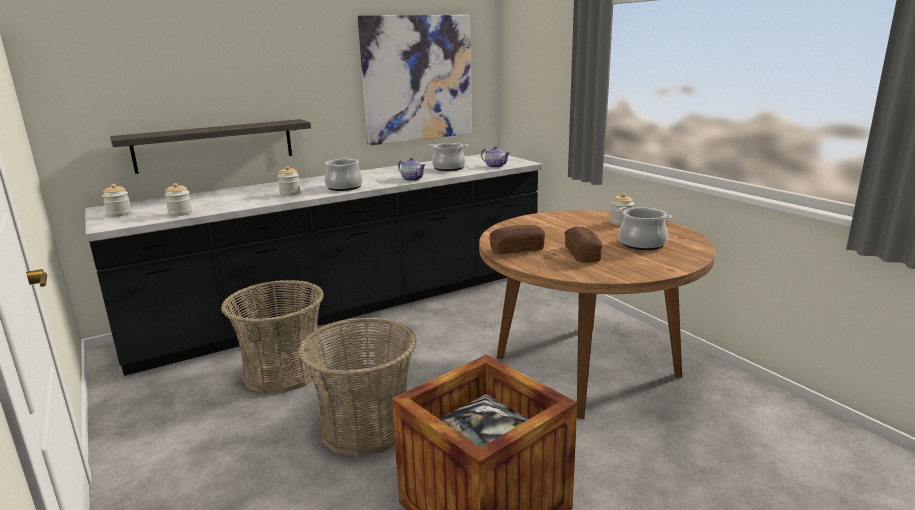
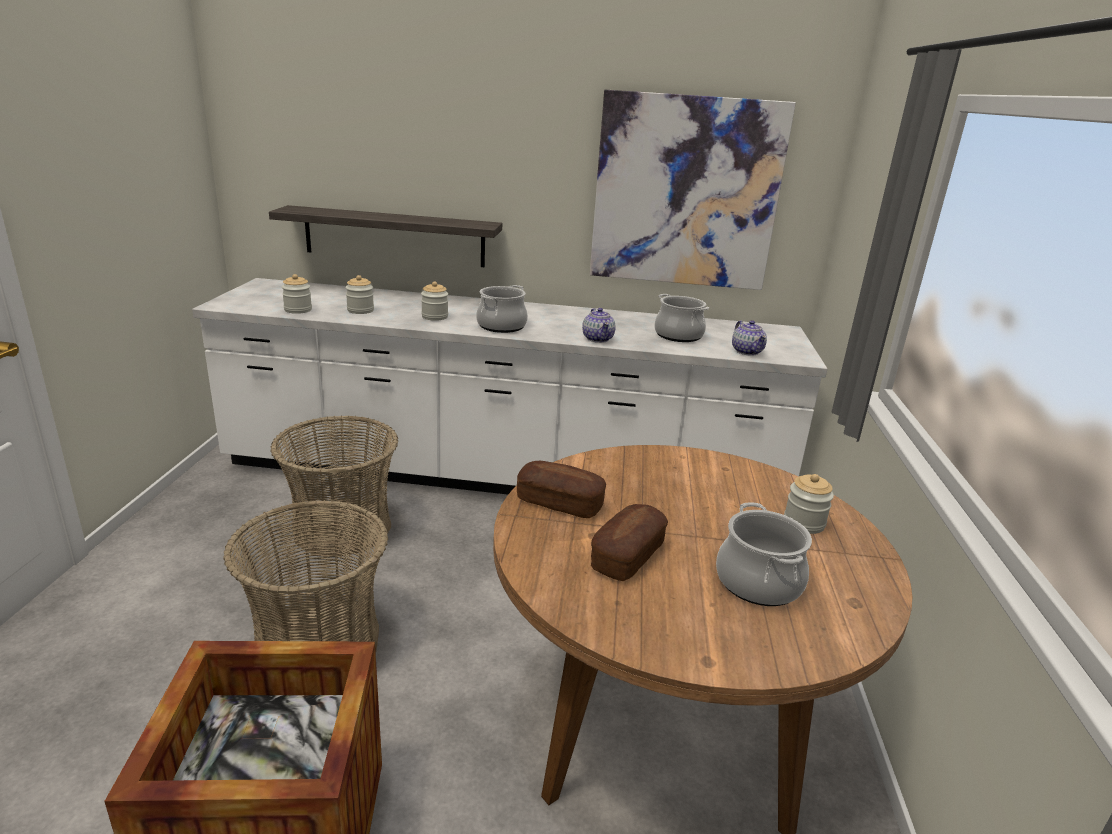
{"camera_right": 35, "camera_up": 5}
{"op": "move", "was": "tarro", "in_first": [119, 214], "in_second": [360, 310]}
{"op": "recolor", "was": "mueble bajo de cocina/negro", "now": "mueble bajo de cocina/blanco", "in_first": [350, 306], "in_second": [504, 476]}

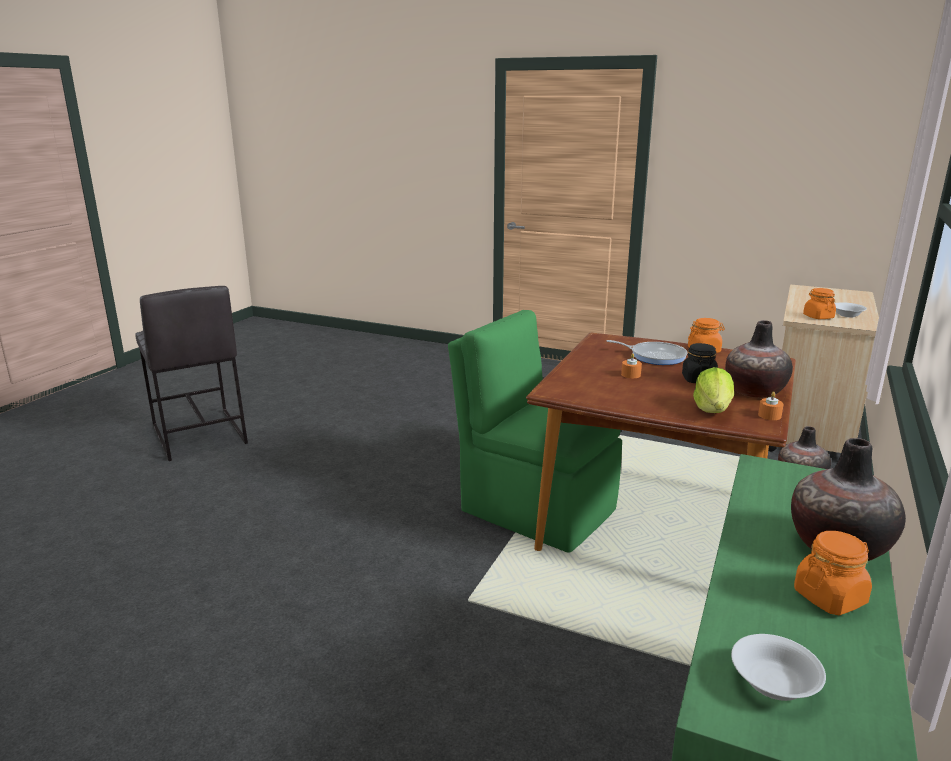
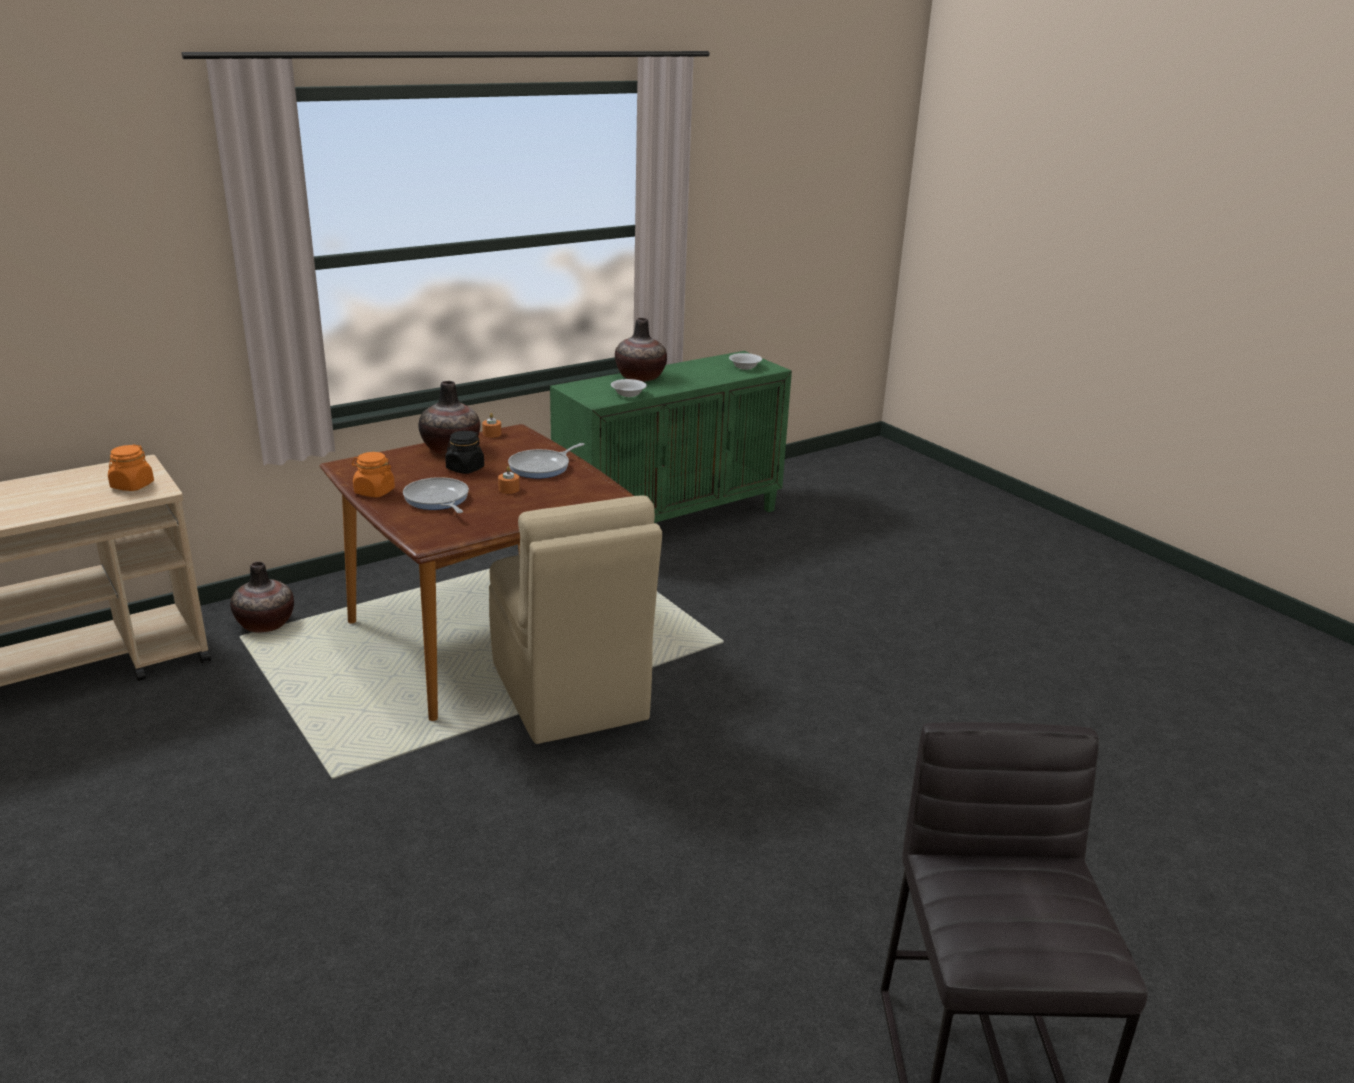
{"camera_right": -150, "camera_up": 5}
{"op": "delete", "was": "lechuga", "in_first": [712, 409]}
{"op": "delete", "was": "tarro/naranja", "in_first": [829, 597]}
{"op": "insert", "now": "sartén", "in_second": [542, 467]}
{"op": "move", "was": "cuenco/blanco", "in_first": [847, 315], "in_second": [628, 394]}
{"op": "recolor", "was": "silla/verde", "now": "silla/beis", "in_first": [535, 509], "in_second": [569, 694]}

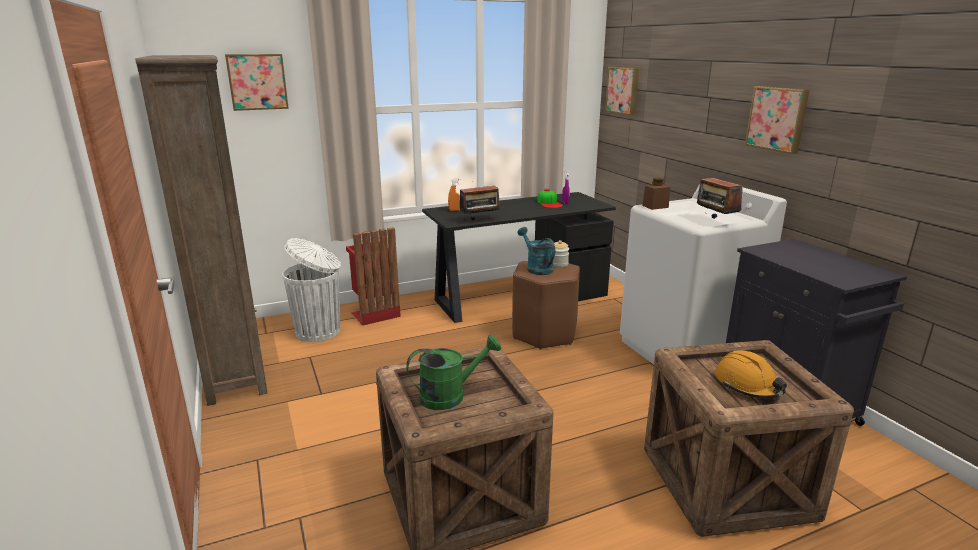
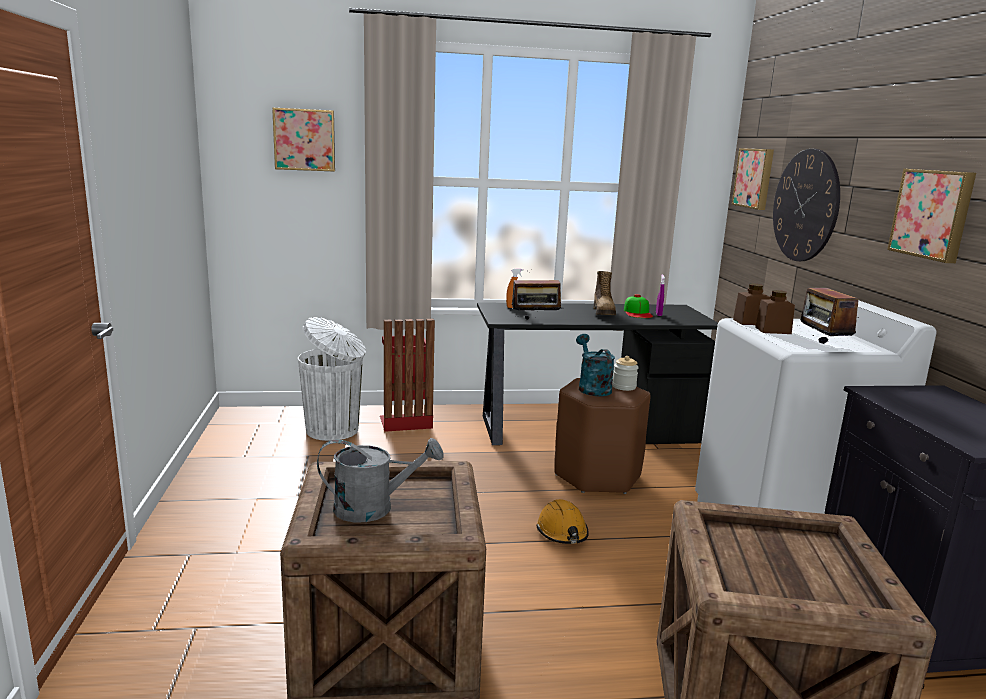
{"camera_right": 15, "camera_up": -5}
{"op": "delete", "was": "estantería/marrón", "in_first": [235, 365]}
{"op": "insert", "now": "bota", "in_second": [604, 312]}
{"op": "insert", "now": "tarro/marrón", "in_second": [773, 330]}
{"op": "insert", "now": "reloj de pared", "in_second": [805, 205]}
{"op": "move", "was": "casco/naranja", "in_first": [748, 385], "in_second": [562, 532]}
{"op": "recolor", "was": "regadera/verde", "now": "regadera/gris", "in_first": [450, 395], "in_second": [374, 508]}

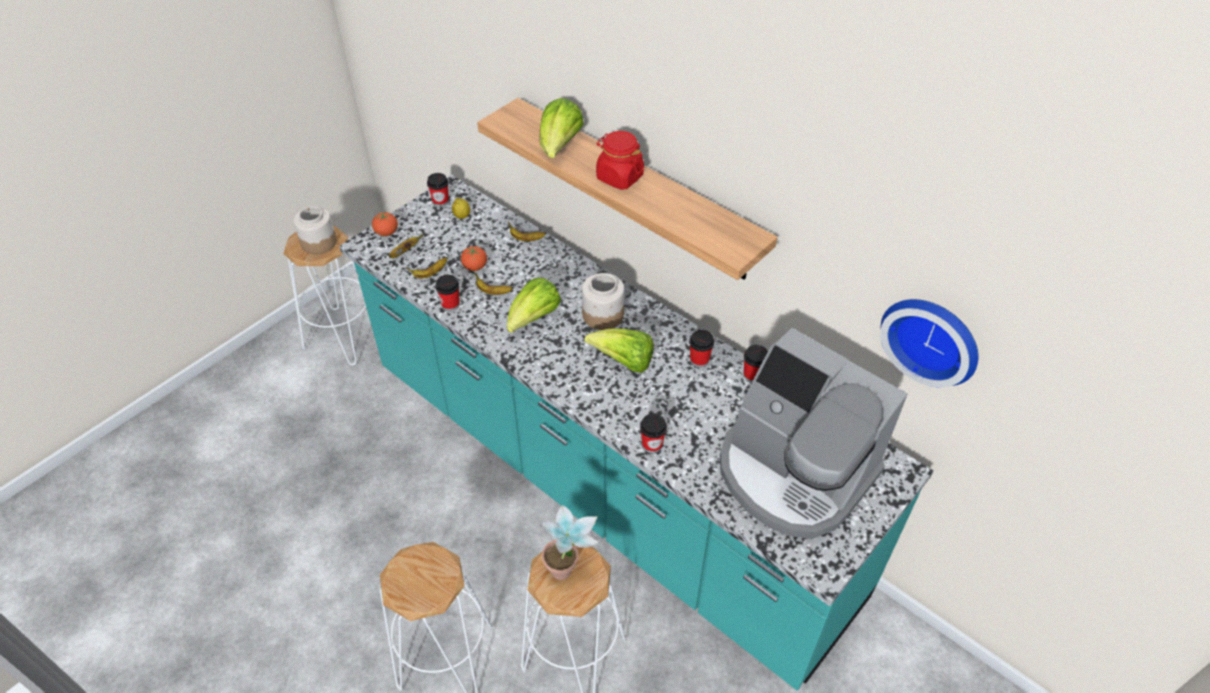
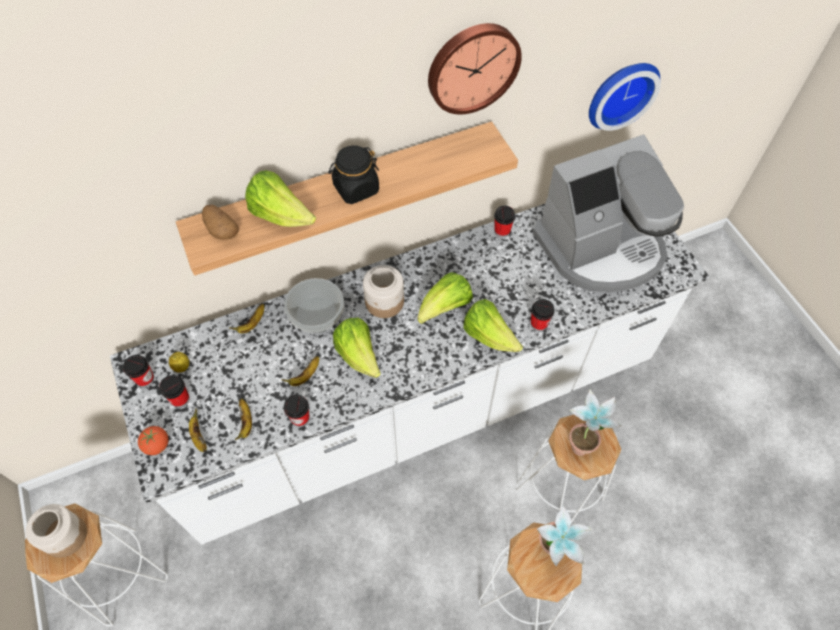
{"camera_right": -65, "camera_up": 10}
{"op": "delete", "was": "tomate", "in_first": [475, 267]}
{"op": "insert", "now": "patata", "in_second": [221, 230]}
{"op": "insert", "now": "cuenco", "in_second": [317, 314]}
{"op": "insert", "now": "reloj de pared", "in_second": [472, 67]}
{"op": "insert", "now": "lechuga", "in_second": [489, 336]}
{"op": "insert", "now": "planta en maceta", "in_second": [551, 553]}
{"op": "move", "was": "taza", "in_first": [699, 360], "in_second": [180, 399]}
{"op": "recolor", "was": "mueble bajo de cocina/turquesa", "now": "mueble bajo de cocina/blanco", "in_first": [605, 481], "in_second": [420, 407]}
{"op": "recolor", "was": "tarro/rojo", "now": "tarro/negro", "in_first": [619, 177], "in_second": [356, 189]}

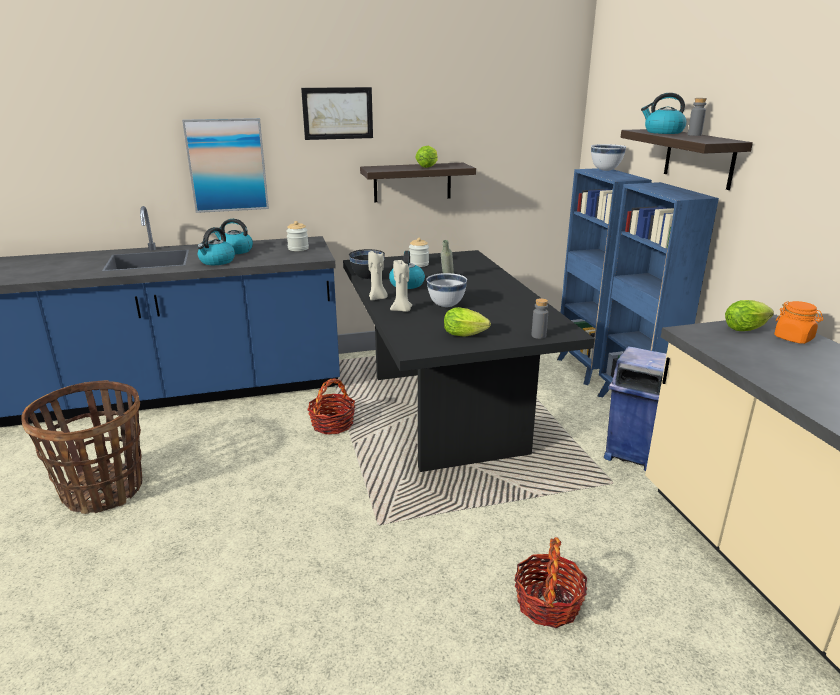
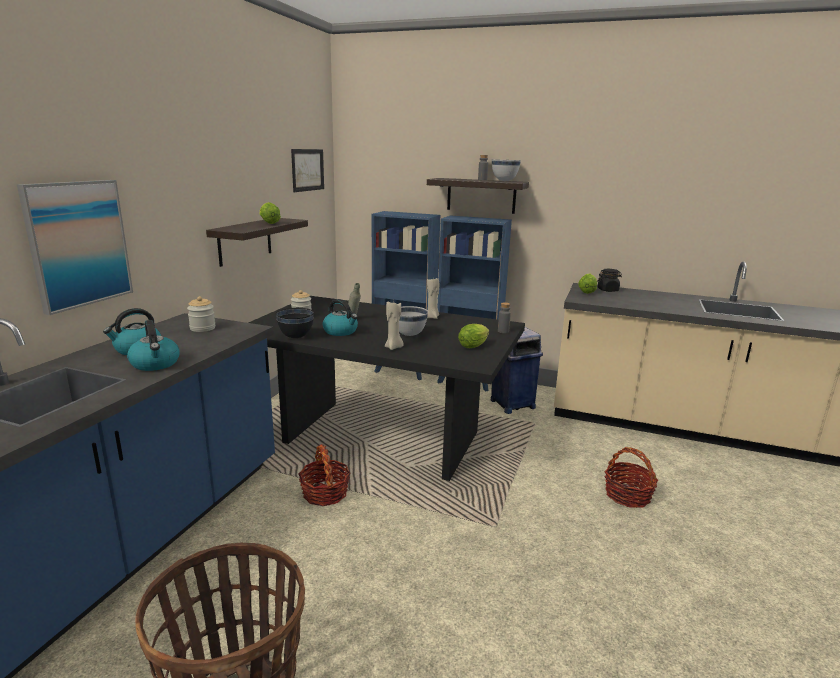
{"camera_right": -55, "camera_up": -5}
{"op": "delete", "was": "hervidor", "in_first": [663, 132]}
{"op": "move", "was": "cuadro", "in_first": [338, 113], "in_second": [307, 170]}
{"op": "move", "was": "vela/beis", "in_first": [377, 298], "in_second": [432, 317]}
{"op": "move", "was": "cuenco/blanco", "in_first": [605, 170], "in_second": [504, 181]}
{"op": "recolor", "was": "tarro/naranja", "now": "tarro/negro", "in_first": [794, 338], "in_second": [608, 290]}

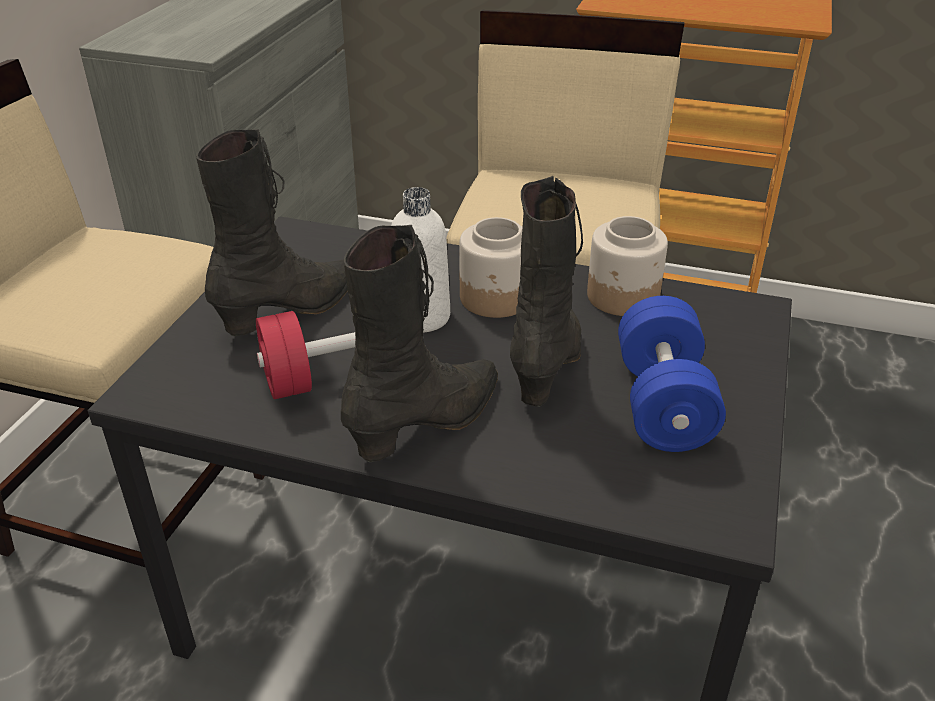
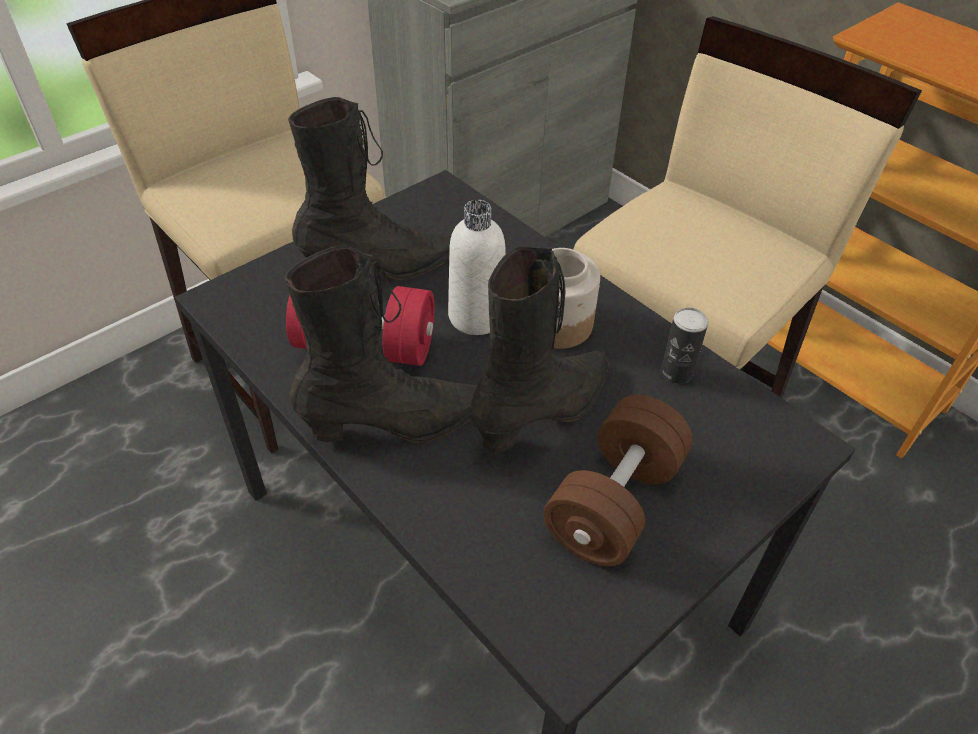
{"camera_right": 30, "camera_up": 10}
{"op": "replace", "was": "tarro", "now": "lata", "in_first": [623, 297], "in_second": [676, 372]}
{"op": "recolor", "was": "mancuerna/azul", "now": "mancuerna/marrón", "in_first": [663, 403], "in_second": [614, 502]}

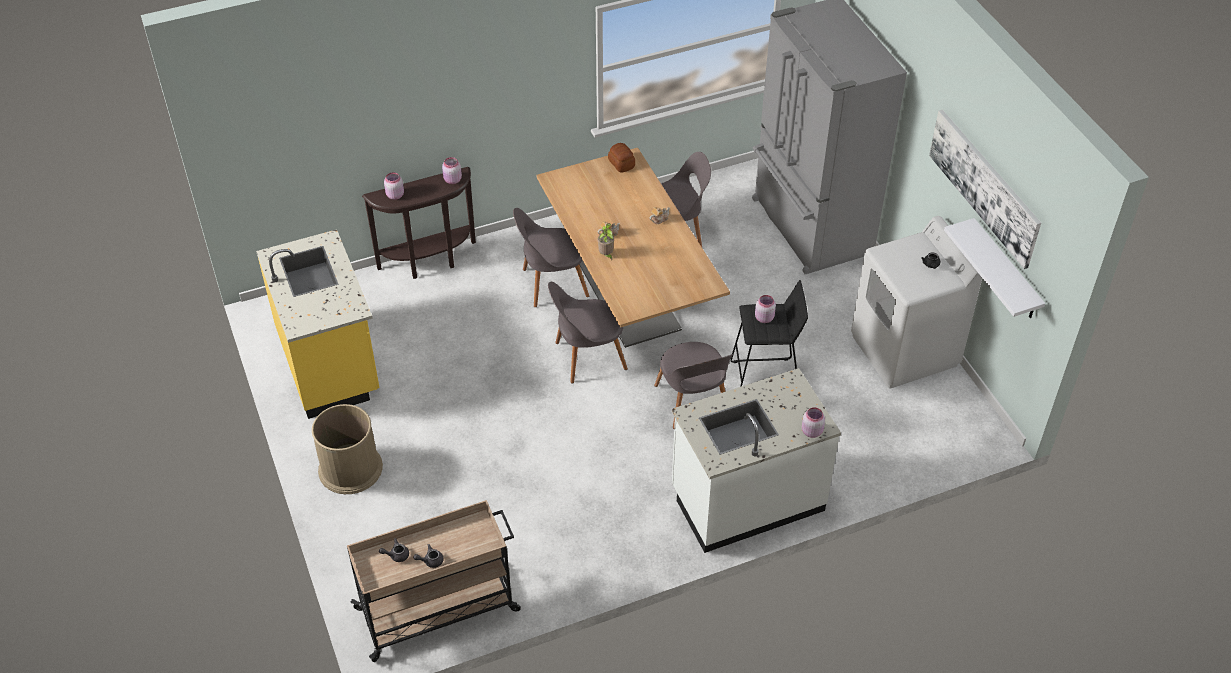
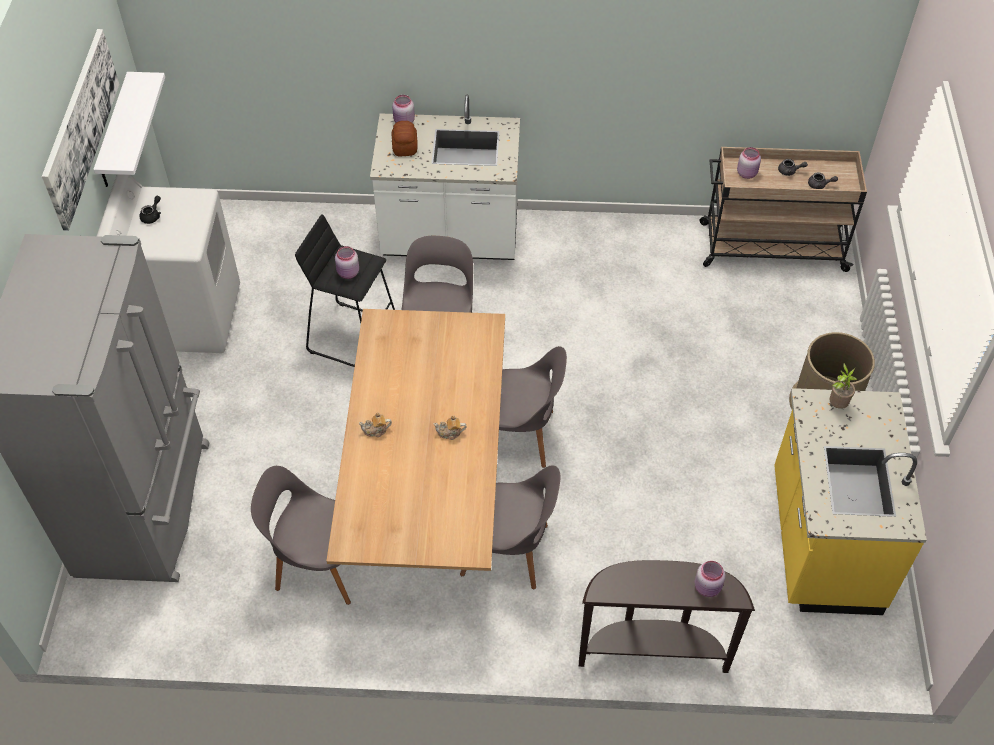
{"camera_right": -155, "camera_up": 5}
{"op": "move", "was": "tarro/rosa", "in_first": [452, 180], "in_second": [747, 173]}
{"op": "move", "was": "planta en maceta", "in_first": [606, 255], "in_second": [837, 404]}
{"op": "move", "was": "pan", "in_first": [621, 163], "in_second": [404, 146]}

